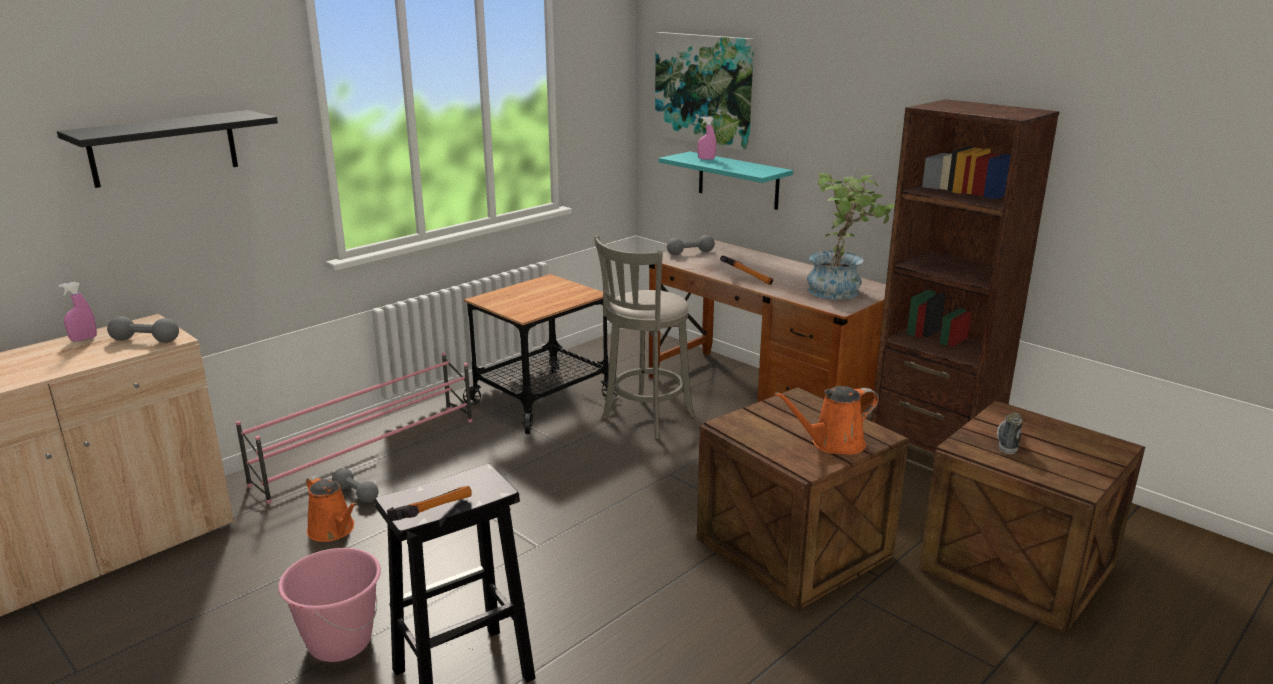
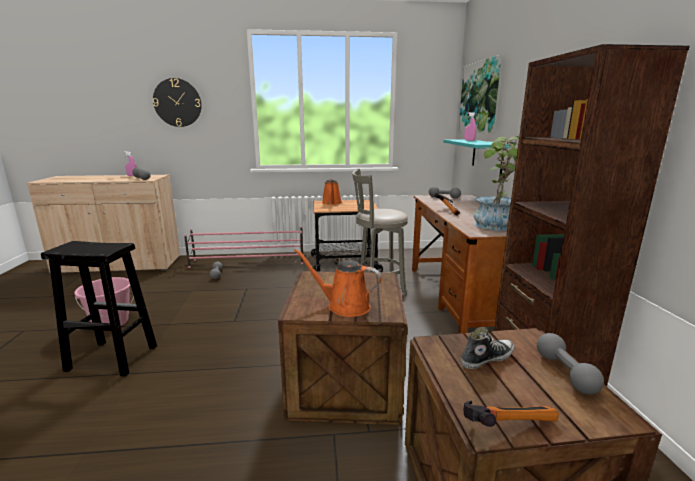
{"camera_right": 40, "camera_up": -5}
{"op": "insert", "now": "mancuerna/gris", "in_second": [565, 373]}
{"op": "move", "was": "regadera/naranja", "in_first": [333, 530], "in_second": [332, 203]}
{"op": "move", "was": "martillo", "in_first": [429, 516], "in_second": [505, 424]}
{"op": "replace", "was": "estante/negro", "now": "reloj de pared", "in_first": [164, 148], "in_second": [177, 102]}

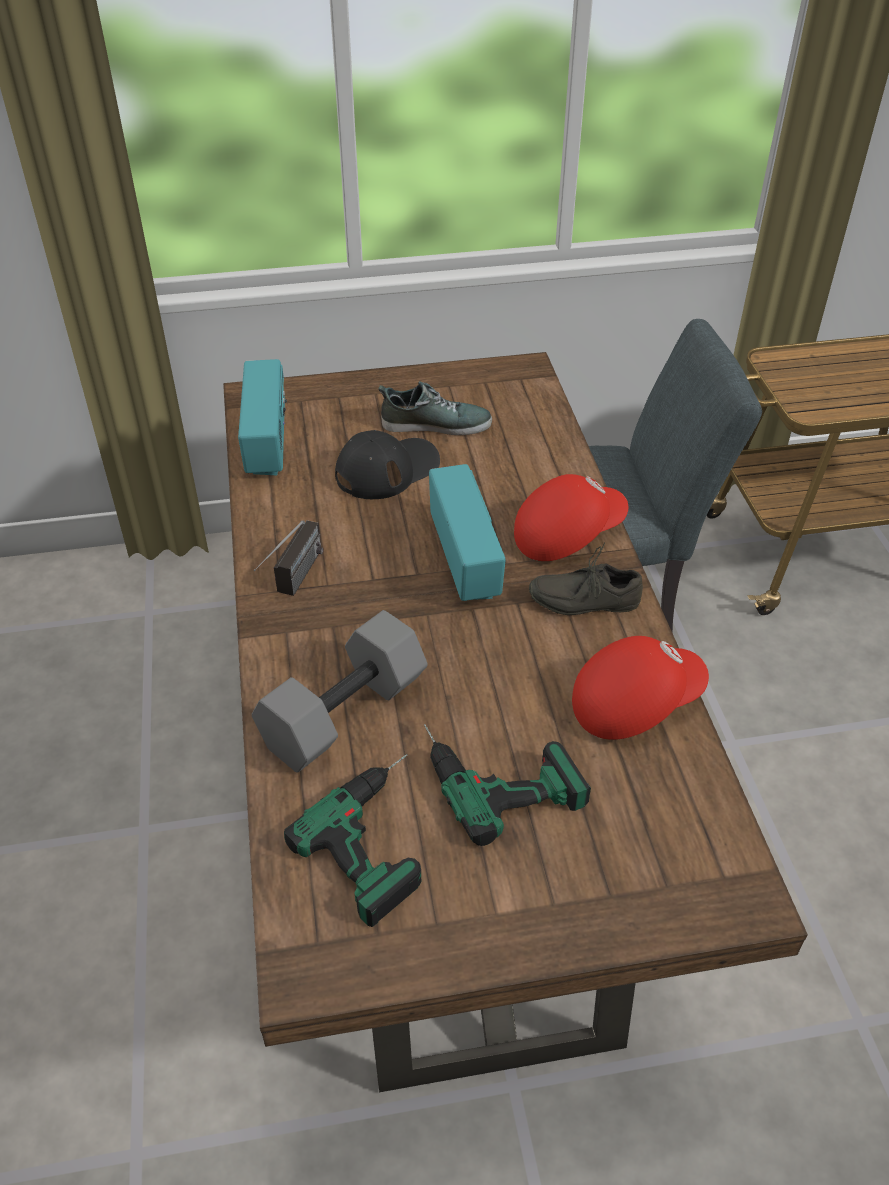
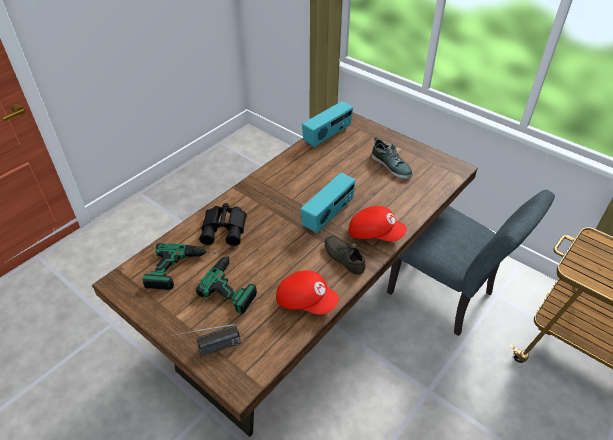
{"camera_right": 50, "camera_up": 0}
{"op": "delete", "was": "gorra/negro", "in_first": [387, 469]}
{"op": "move", "was": "radio", "in_first": [294, 583], "in_second": [209, 350]}
{"op": "replace", "was": "mancuerna/gris", "now": "prismáticos/negro", "in_first": [343, 711], "in_second": [225, 228]}

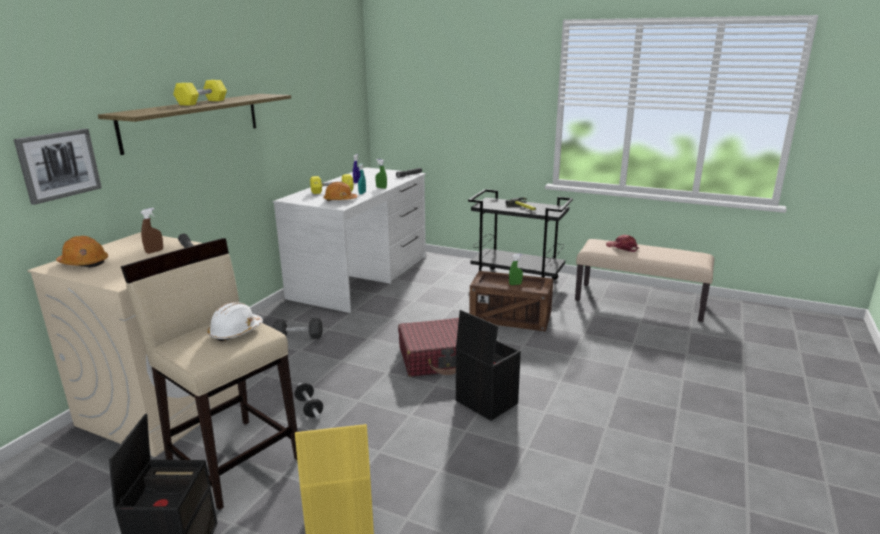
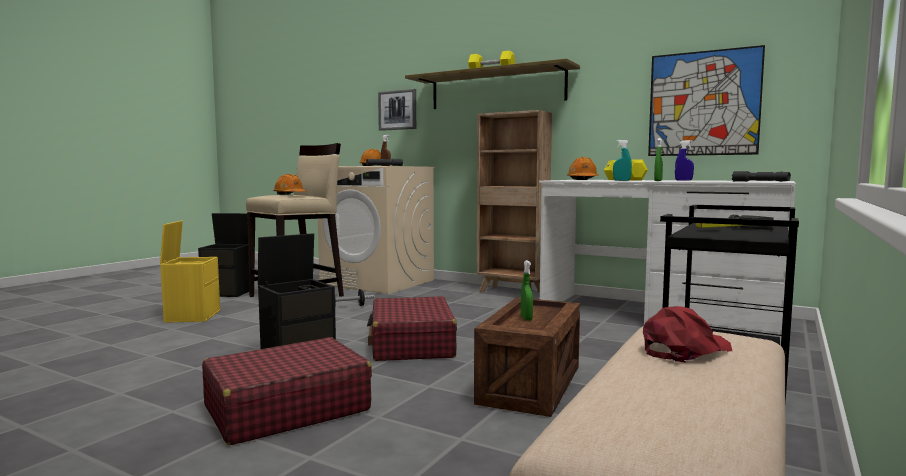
{"camera_right": 95, "camera_up": -15}
{"op": "delete", "was": "mancuerna/negro", "in_first": [298, 336]}
{"op": "insert", "now": "maleta/rojo", "in_second": [286, 409]}
{"op": "insert", "now": "estantería/marrón", "in_second": [512, 292]}
{"op": "insert", "now": "cuadro", "in_second": [703, 103]}
{"op": "recolor", "was": "casco/blanco", "now": "casco/naranja", "in_first": [236, 332], "in_second": [290, 195]}

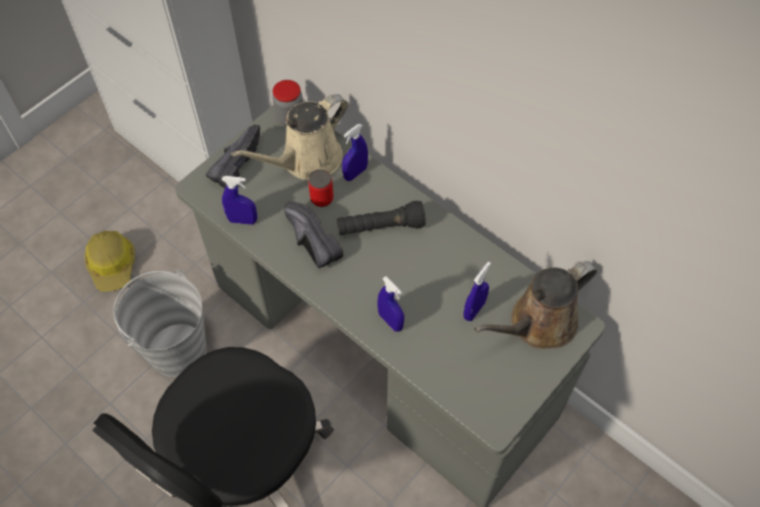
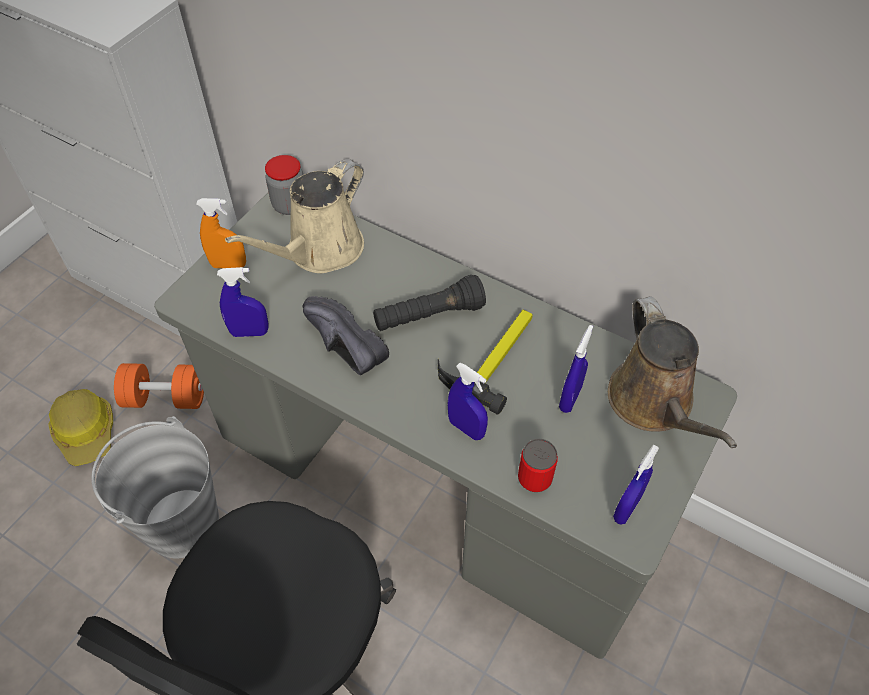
{"camera_right": -10, "camera_up": -5}
{"op": "insert", "now": "mancuerna/naranja", "in_second": [166, 397]}
{"op": "insert", "now": "martillo", "in_second": [492, 357]}
{"op": "move", "was": "lata", "in_first": [322, 198], "in_second": [534, 478]}
{"op": "move", "was": "pulverizador/azul", "in_first": [355, 173], "in_second": [626, 508]}
{"op": "replace", "was": "zapato/negro", "now": "pulverizador/naranja", "in_first": [235, 162], "in_second": [228, 265]}
{"op": "rotate", "was": "regadera/marrón", "in_first": [538, 324], "in_second": [654, 403], "clockwise": -60}

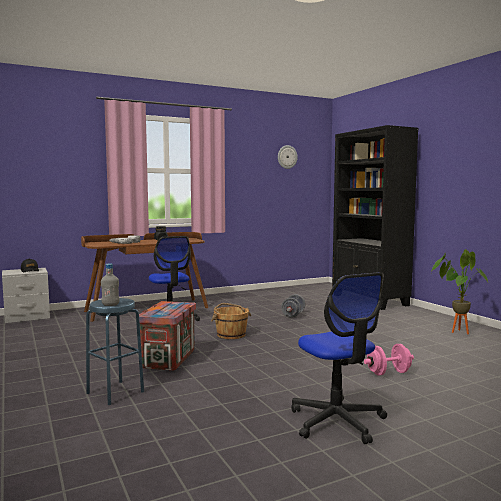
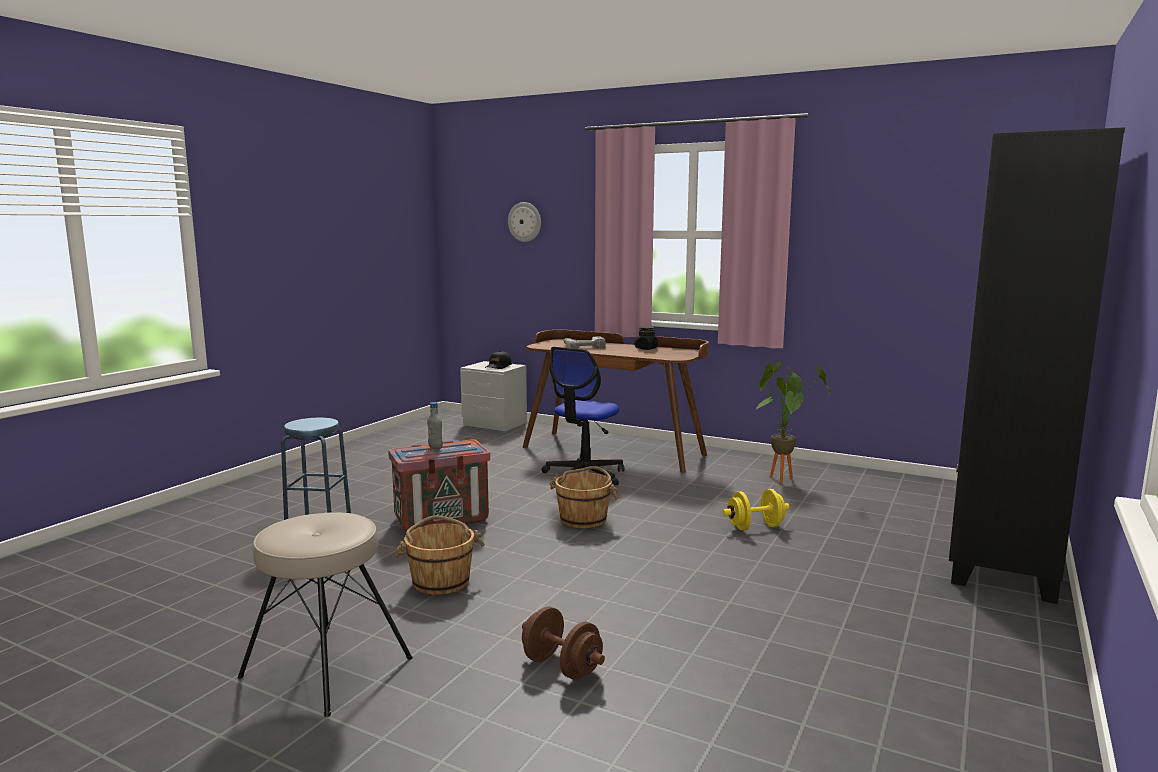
{"camera_right": 55, "camera_up": 5}
{"op": "insert", "now": "cubo/marrón", "in_second": [441, 581]}
{"op": "move", "was": "botella/gris", "in_first": [110, 305], "in_second": [435, 448]}
{"op": "move", "was": "reloj de pared", "in_first": [287, 157], "in_second": [525, 222]}
{"op": "move", "was": "planta en maceta", "in_first": [456, 331], "in_second": [782, 478]}
{"op": "replace", "was": "silla de oficina", "now": "taburete/beis", "in_first": [337, 421], "in_second": [326, 668]}
{"op": "recolor", "was": "mancuerna/gris", "now": "mancuerna/amarillo", "in_first": [293, 315], "in_second": [755, 527]}
{"op": "recolor", "was": "mancuerna/rosa", "now": "mancuerna/marrón", "in_first": [388, 373], "in_second": [562, 667]}

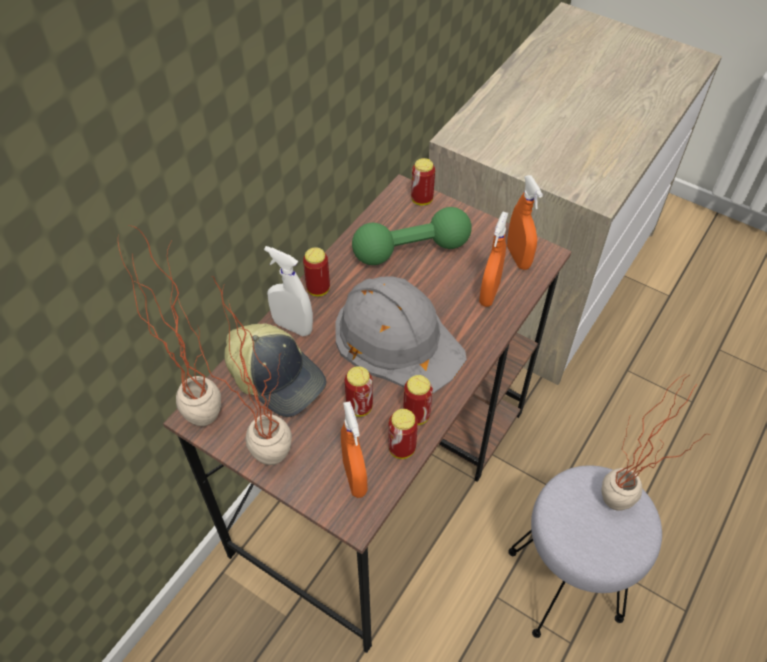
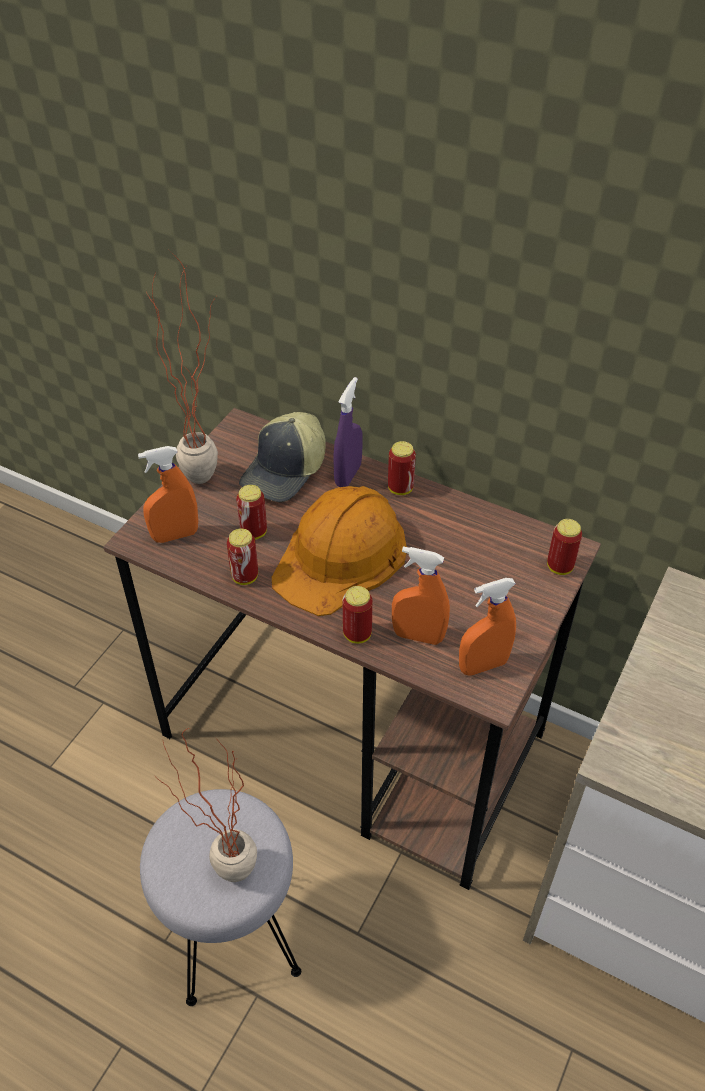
{"camera_right": 85, "camera_up": -5}
{"op": "delete", "was": "planta en maceta", "in_first": [201, 406]}
{"op": "delete", "was": "mancuerna/verde", "in_first": [411, 250]}
{"op": "move", "was": "lata", "in_first": [402, 448], "in_second": [357, 634]}
{"op": "recolor", "was": "pulverizador/blanco", "now": "pulverizador/morado", "in_first": [293, 326], "in_second": [348, 475]}
{"op": "recolor", "was": "casco/gris", "now": "casco/naranja", "in_first": [397, 338], "in_second": [341, 556]}

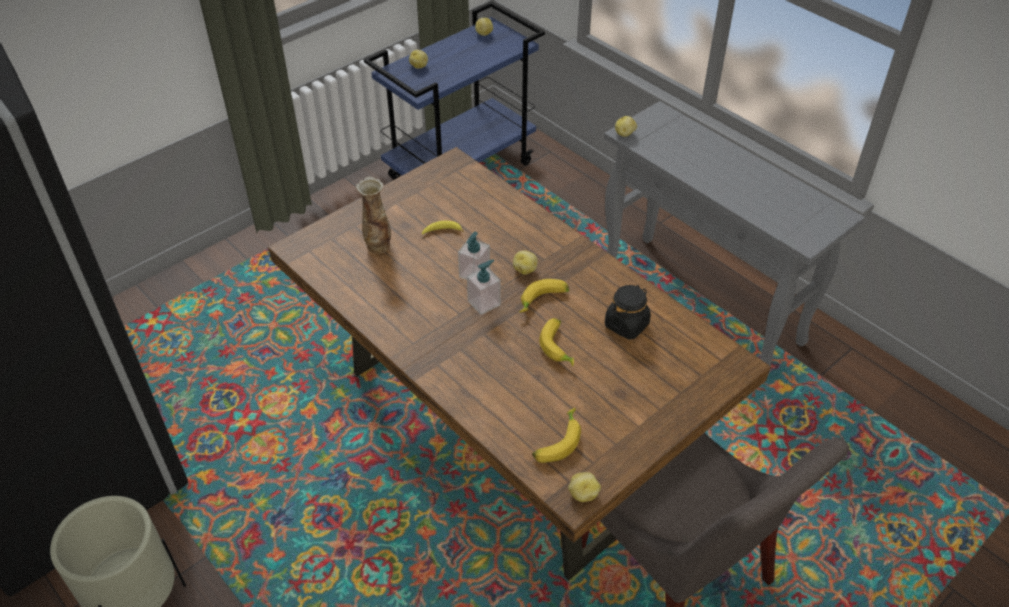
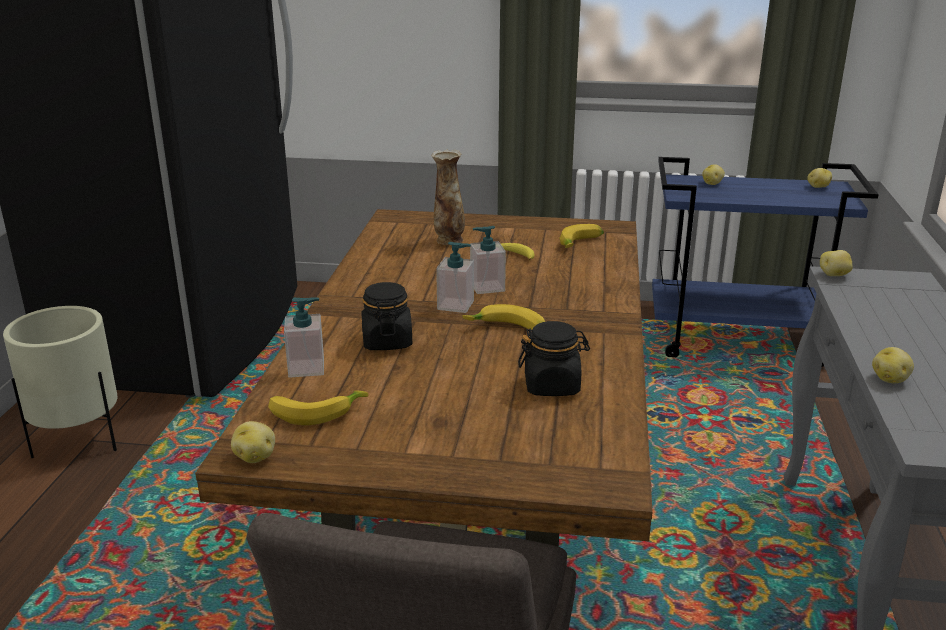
{"camera_right": 50, "camera_up": -20}
{"op": "insert", "now": "dispensador de jabón", "in_second": [306, 368]}
{"op": "insert", "now": "tarro/negro", "in_second": [387, 341]}
{"op": "move", "was": "patata", "in_first": [525, 269], "in_second": [890, 379]}
{"op": "move", "was": "plátano", "in_first": [559, 347], "in_second": [581, 244]}

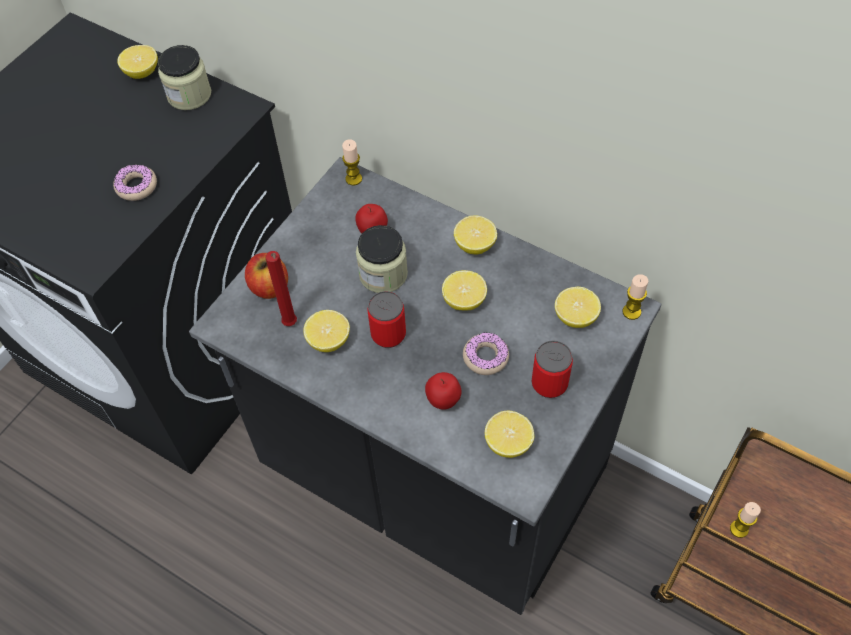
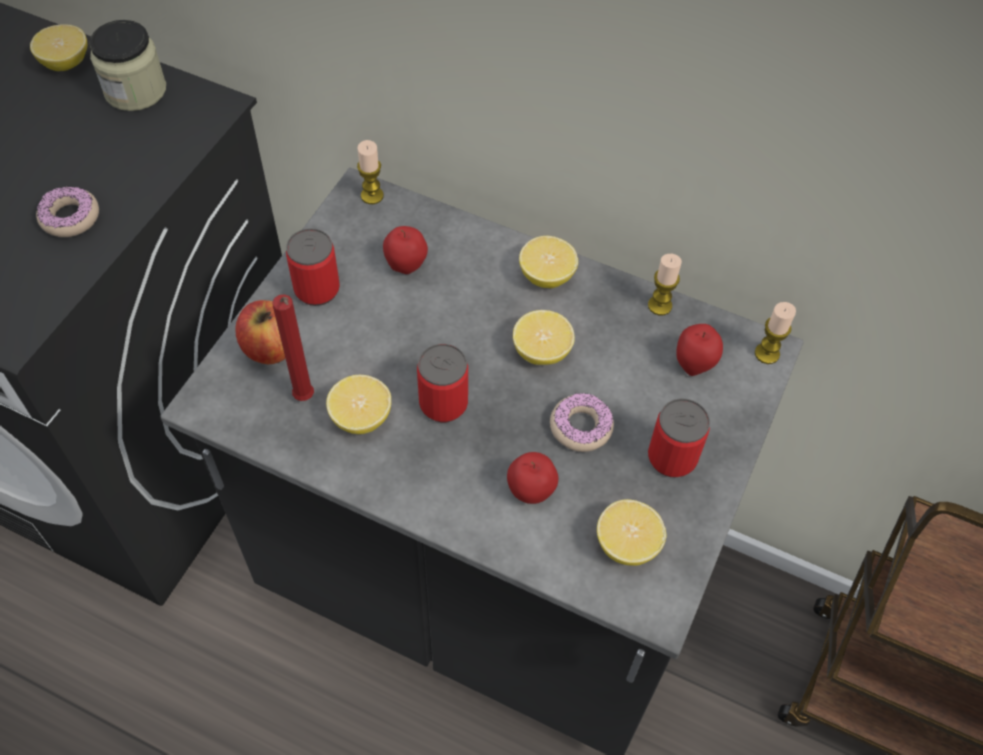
{"camera_right": -10, "camera_up": 0}
{"op": "delete", "was": "tarro", "in_first": [383, 274]}
{"op": "insert", "now": "lata", "in_second": [317, 289]}
{"op": "move", "was": "vela", "in_first": [739, 529], "in_second": [659, 305]}
{"op": "replace", "was": "limón", "now": "manzana", "in_first": [575, 317], "in_second": [694, 365]}

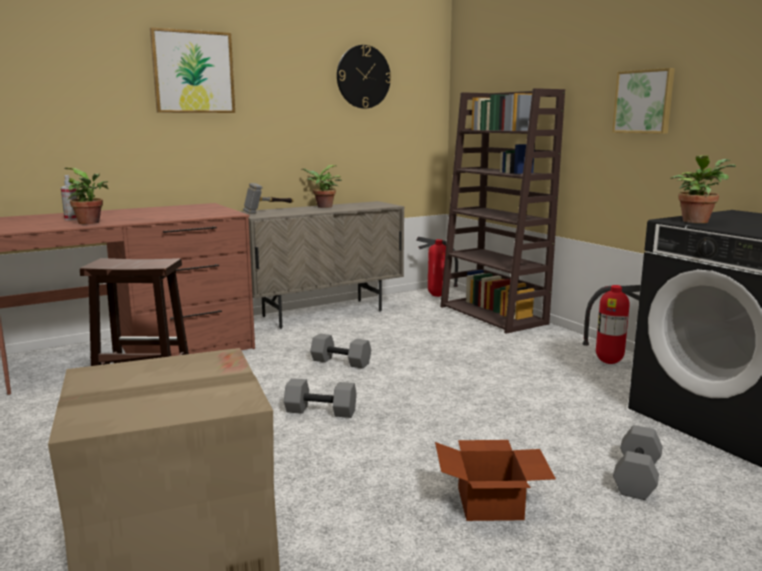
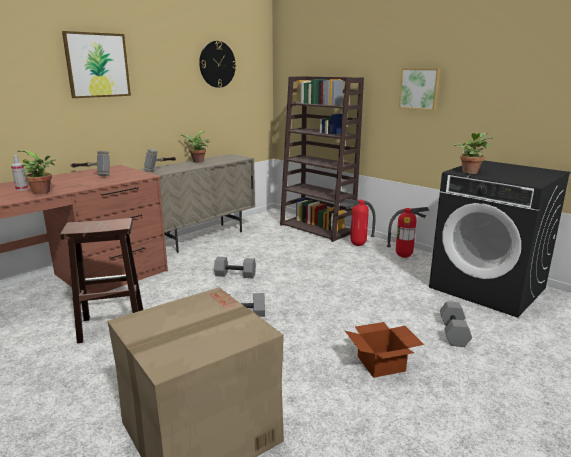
{"camera_right": -15, "camera_up": 5}
{"op": "insert", "now": "martillo", "in_second": [91, 174]}
{"op": "move", "was": "extintor", "in_first": [437, 296], "in_second": [358, 245]}

